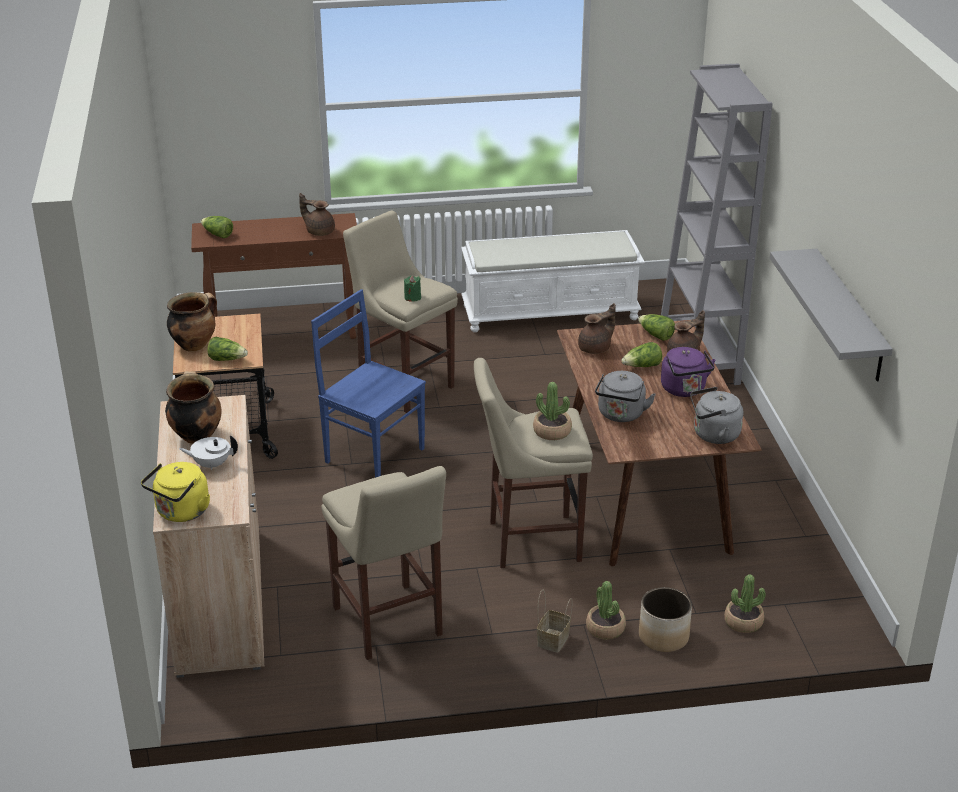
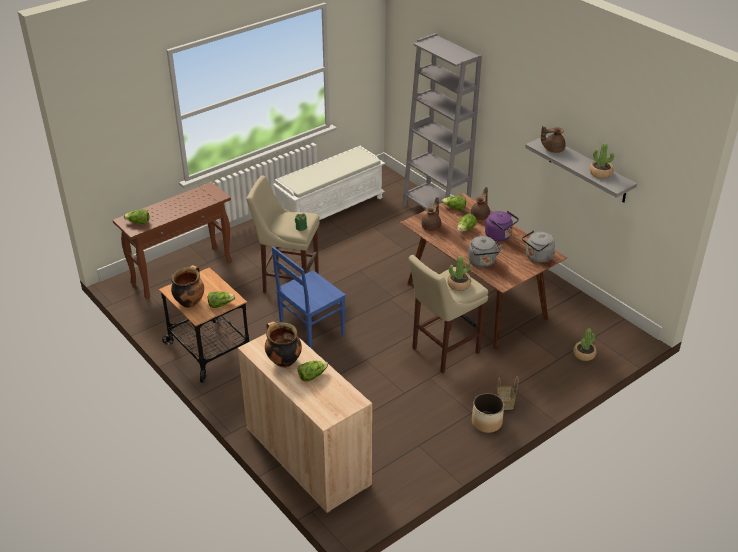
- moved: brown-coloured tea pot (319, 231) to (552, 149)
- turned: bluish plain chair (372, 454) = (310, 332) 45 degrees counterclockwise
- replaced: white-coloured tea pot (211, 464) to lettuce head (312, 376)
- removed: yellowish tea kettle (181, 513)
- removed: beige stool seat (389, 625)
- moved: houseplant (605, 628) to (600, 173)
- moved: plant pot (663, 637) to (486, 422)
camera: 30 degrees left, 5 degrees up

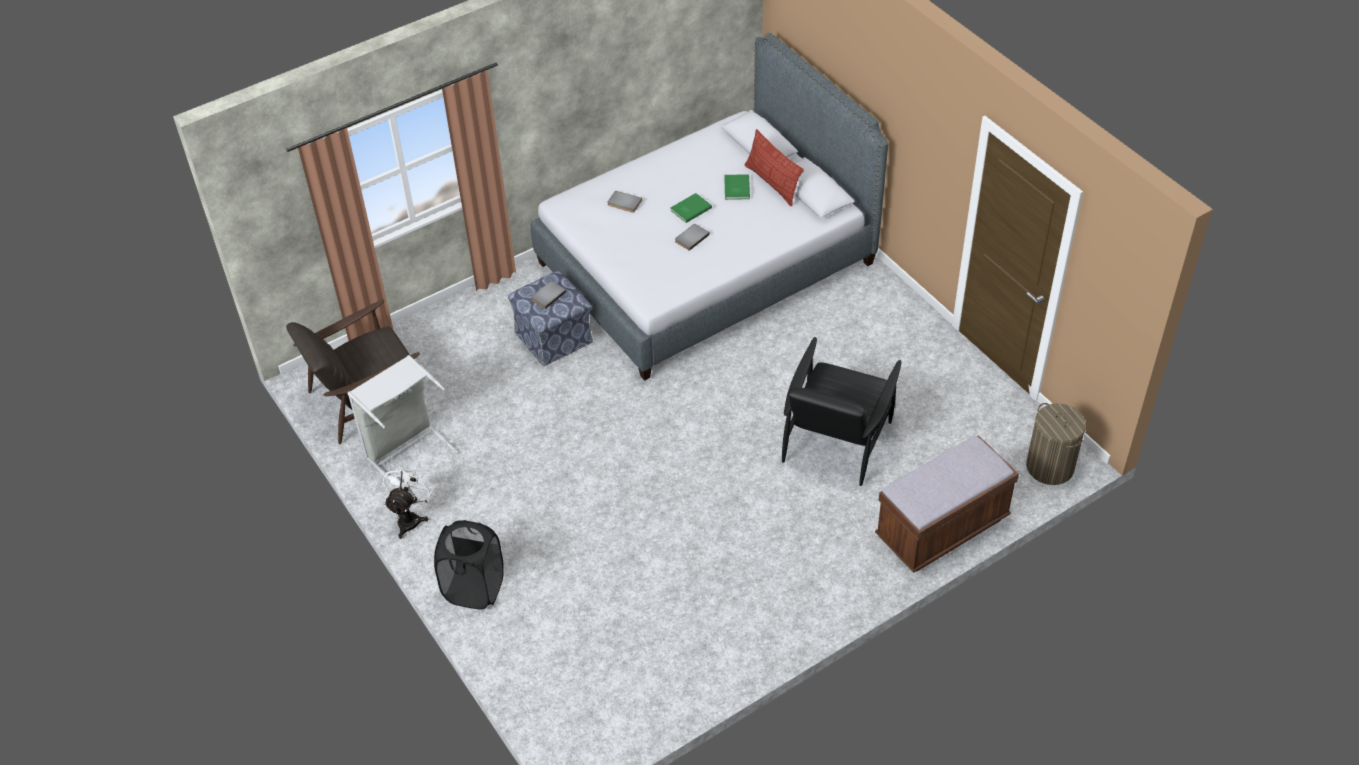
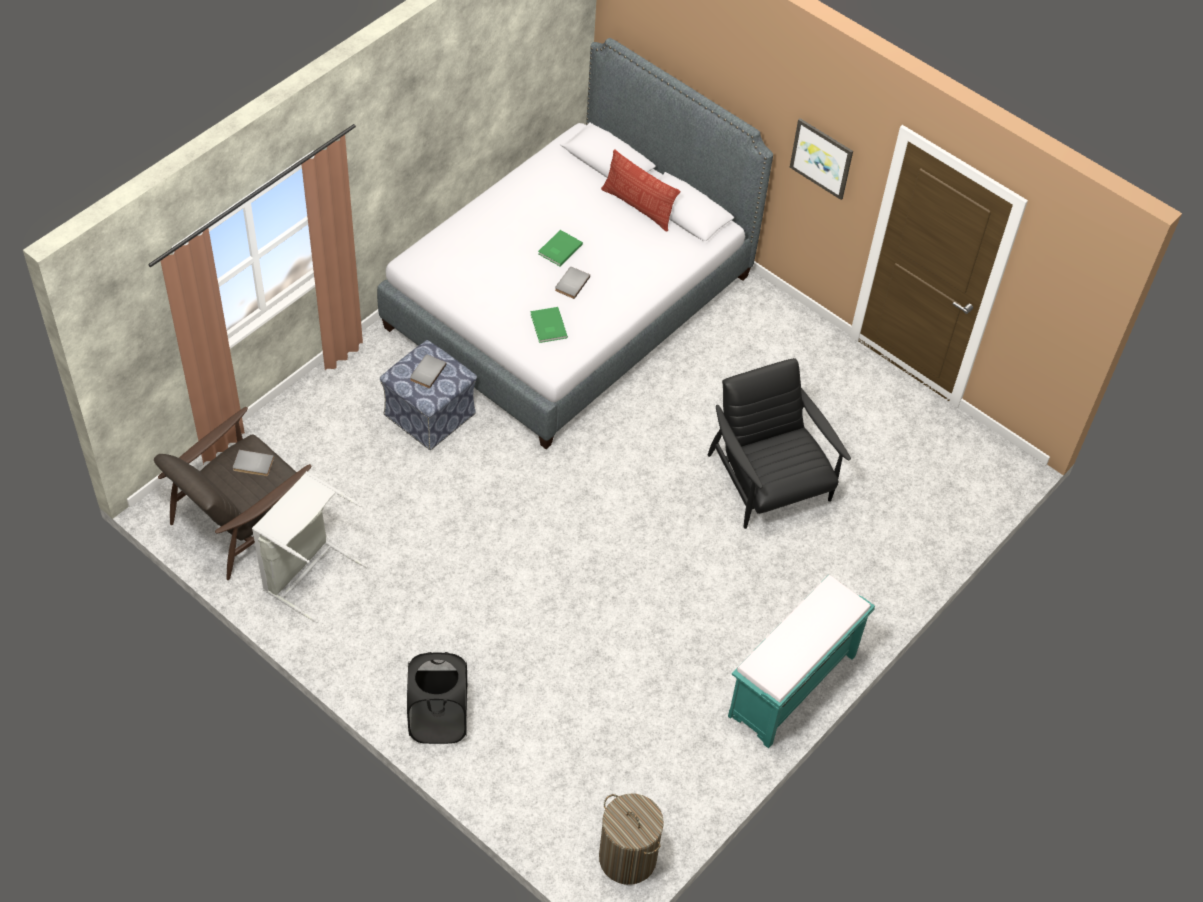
- moved: greenish volume (736, 188) to (547, 326)
- moved: grey volume (624, 203) to (253, 465)
- turned: black-coloured armchair (836, 438) = (769, 482) 150 degrees clockwise
- moved: washing basket (1049, 467) to (627, 857)
- removed: brown-coloured bench (942, 528)
- removed: white-coloured electric fan (411, 518)
- added: picture (822, 158)
- added: turquoise bench (792, 687)
camera: 20 degrees left, 5 degrees up

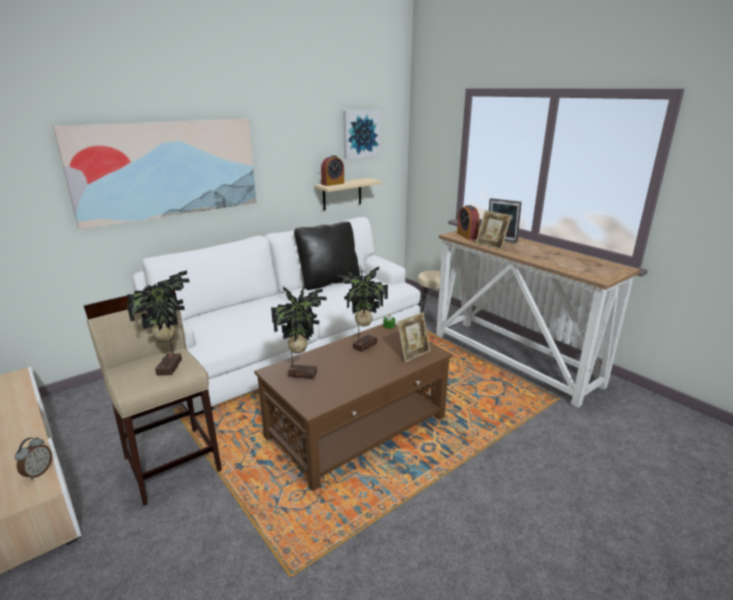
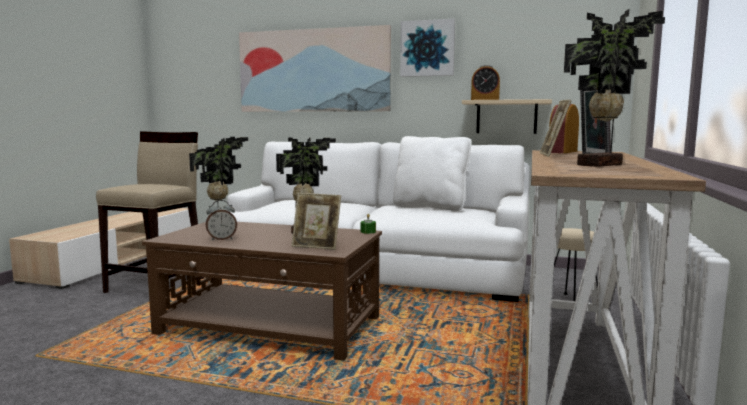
- moved: picture (361, 133) to (427, 48)
- recoloured: black-coloured pillow (329, 282) to white-coloured pillow (430, 207)
- moved: houseplant (172, 367) to (603, 165)
- moved: table clock (38, 472) to (221, 239)
camera: 55 degrees right, 15 degrees down

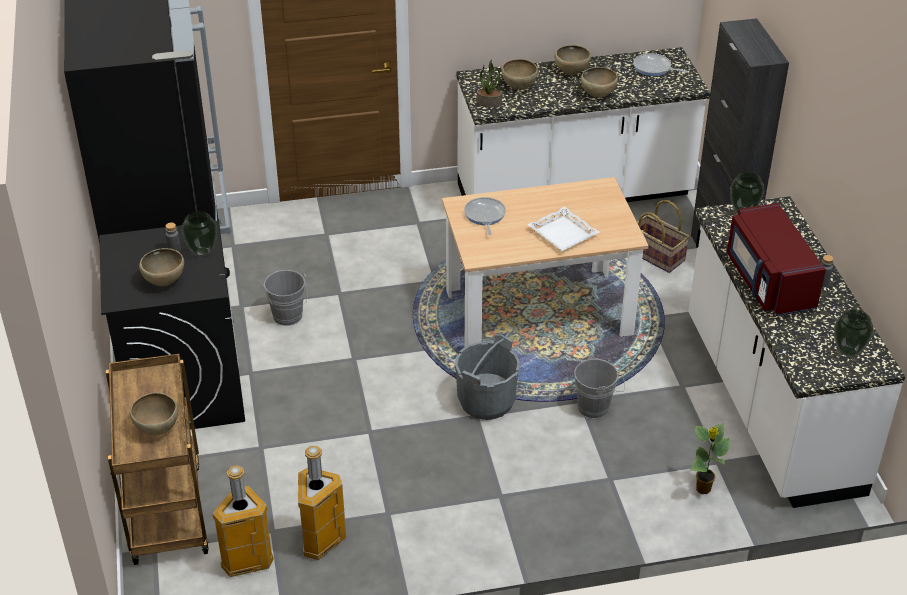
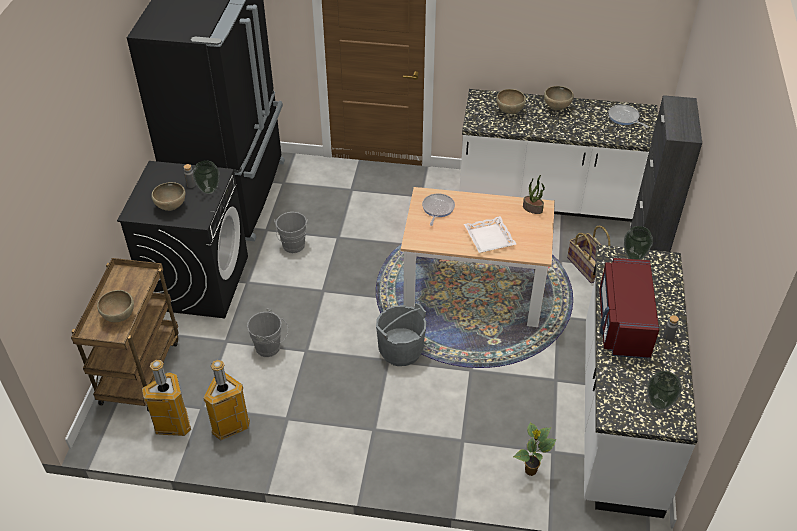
- moved: houseplant (489, 102) to (533, 208)
- removed: brown-coloured serving bowl (598, 95)
- moved: grey water bucket (597, 407) to (270, 348)
camera: 20 degrees right, 5 degrees up

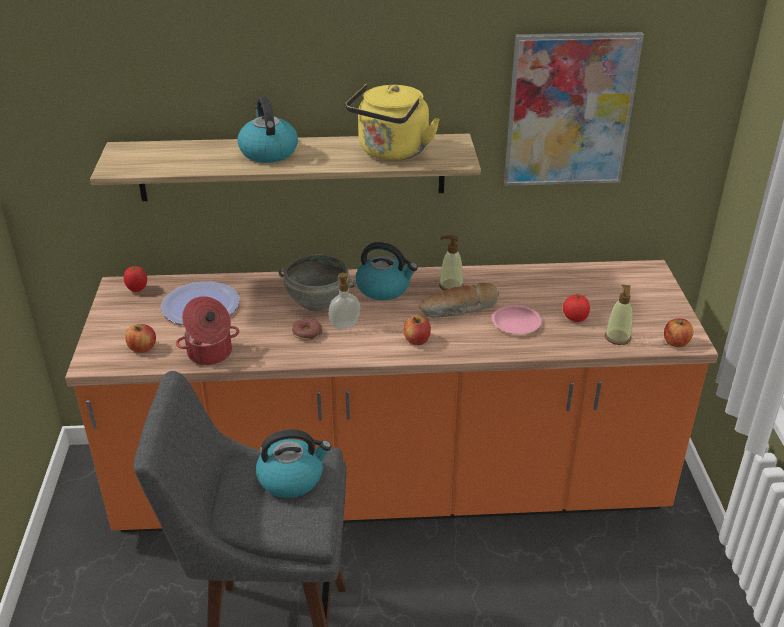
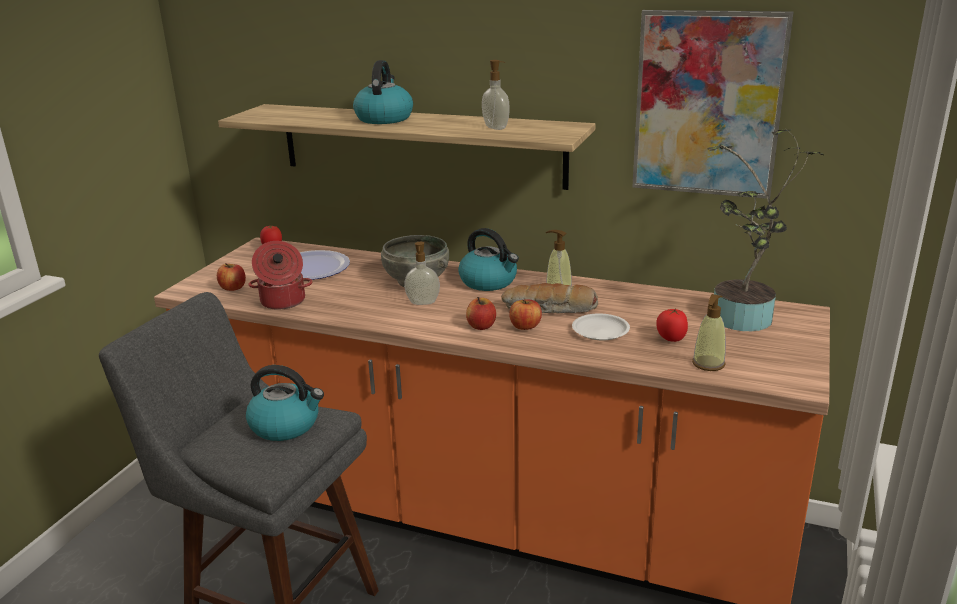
- replaced: yellowish tea kettle (391, 153) to soap dispenser (496, 127)
- recoloured: pinkish plate (516, 323) to white-coloured plate (600, 330)
- removed: donut (307, 333)
- moved: whole apple (675, 342) to (525, 326)
- added: houseplant (742, 321)
camera: 25 degrees right, 10 degrees down

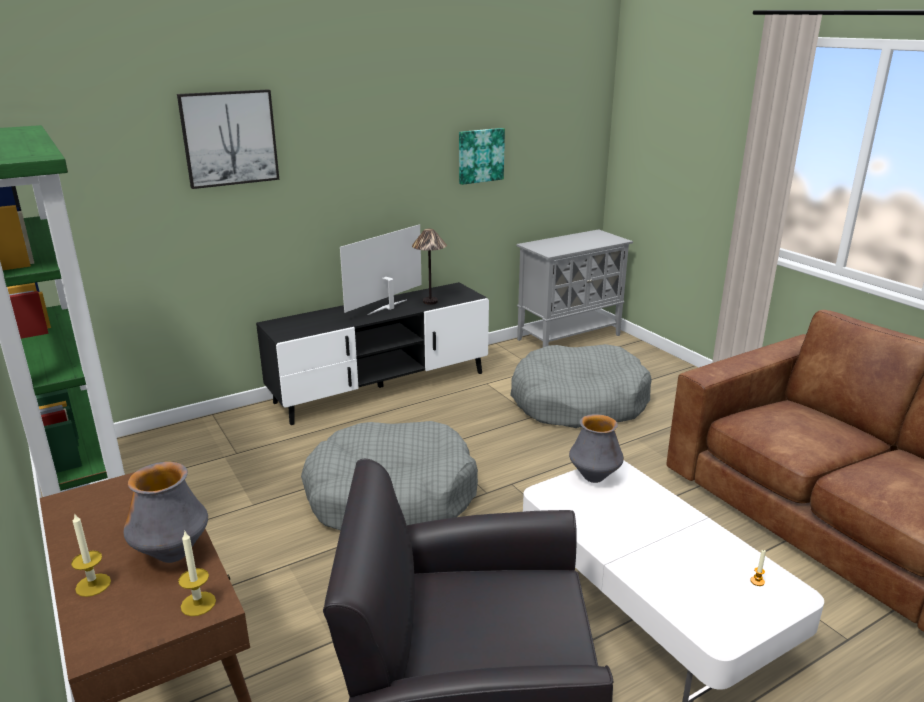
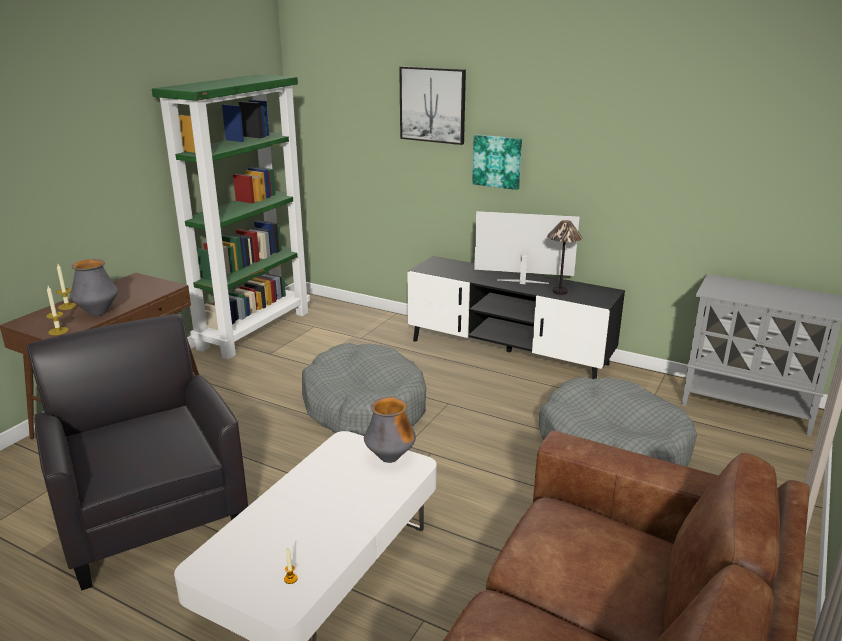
- moved: picture (480, 155) to (497, 161)
camera: 60 degrees right, 0 degrees up

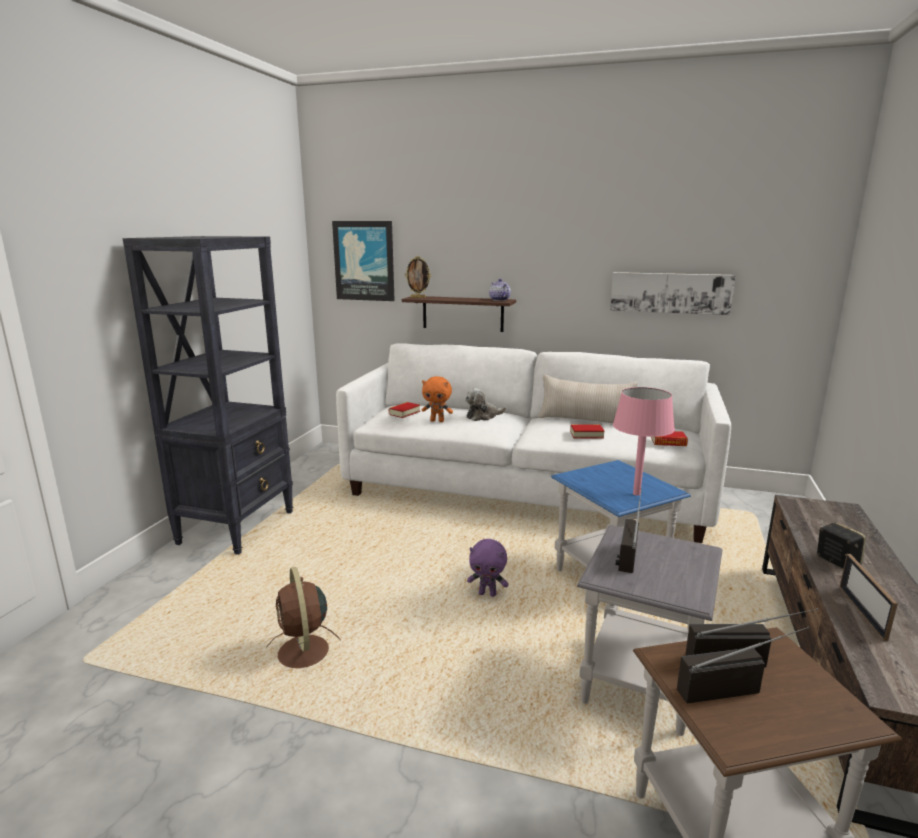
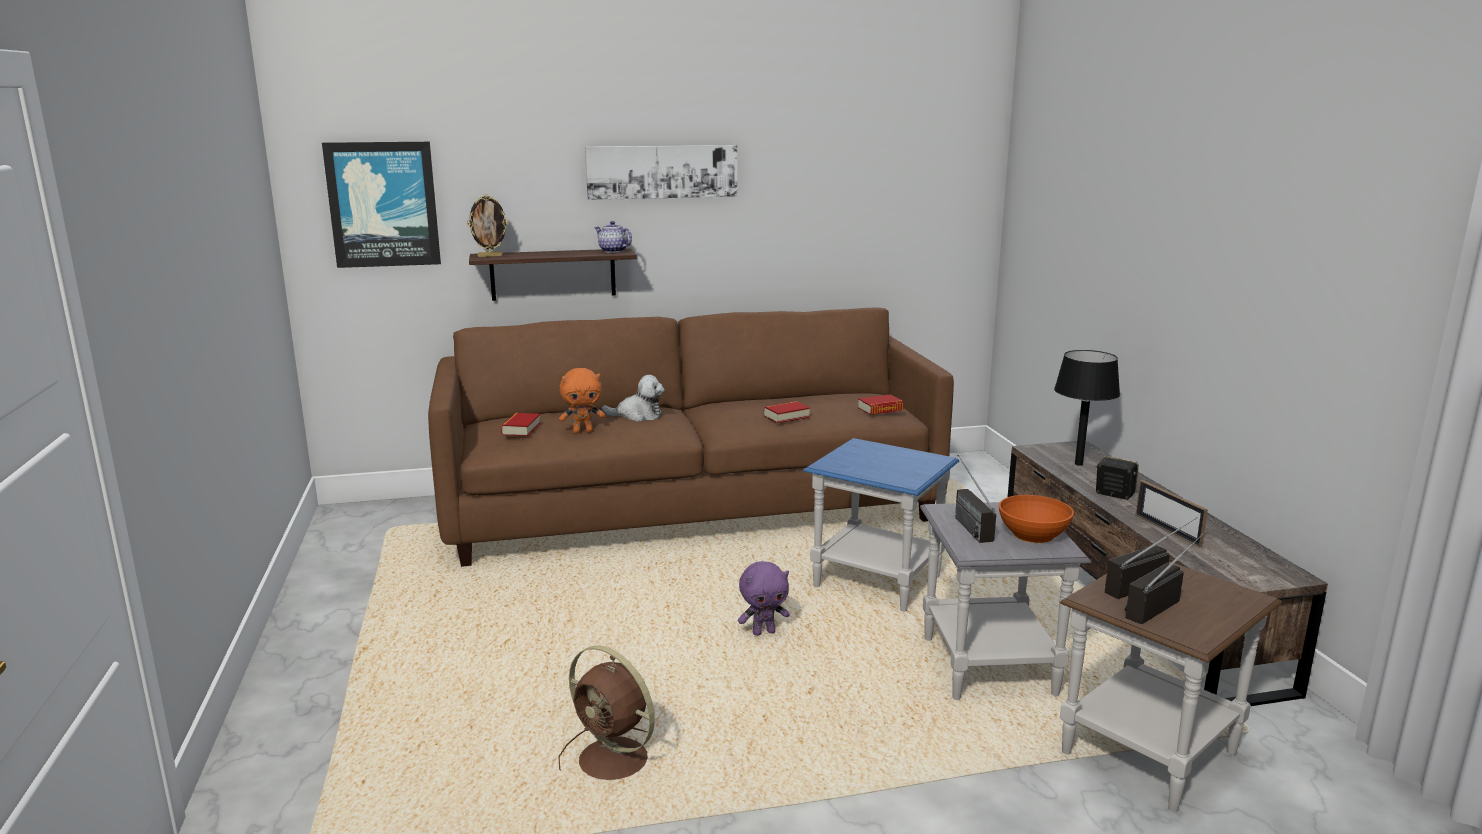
- removed: black-coloured shelving unit (238, 527)
- moved: picture (670, 293) to (662, 171)
- recoloured: white-coloured sofa (525, 491) to brown-coloured sofa (691, 509)
- removed: beige pillow (585, 420)
- removed: pinkish lamp for a table (636, 494)
- turned: cuddly toy (483, 416) = (638, 415) 120 degrees counterclockwise
- added: black-coloured lamp for a table (1078, 464)
- added: orange serving bowl (1033, 535)
camera: 30 degrees left, 0 degrees up

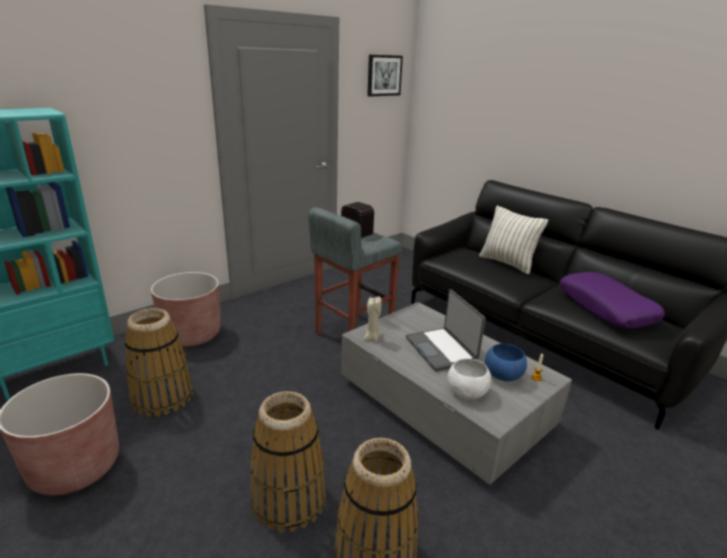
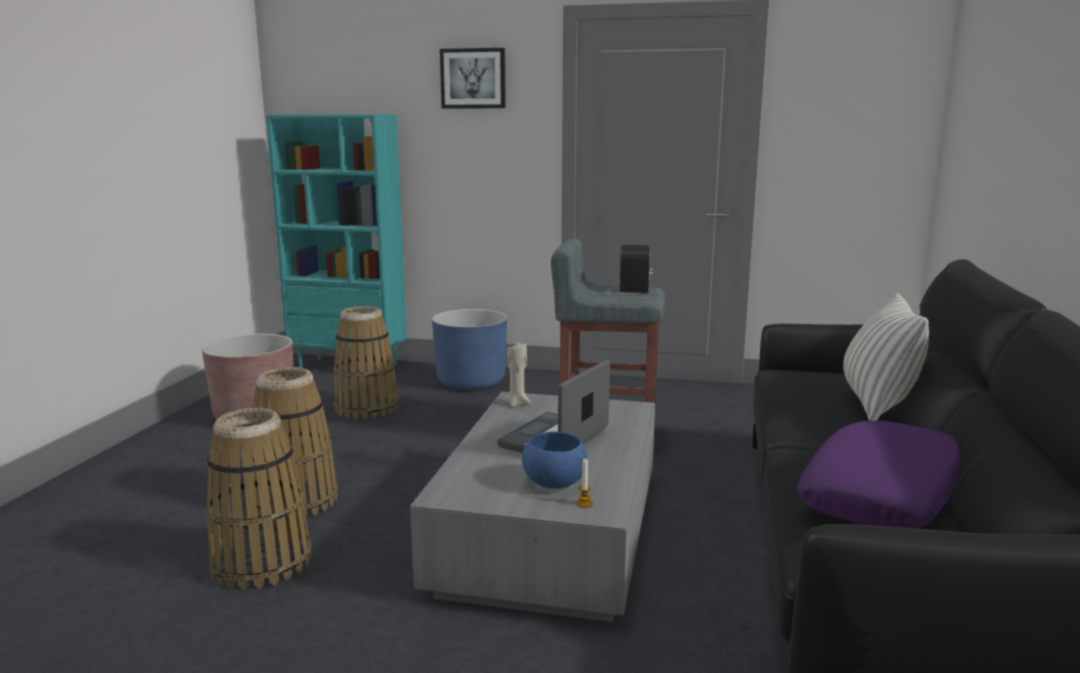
- moved: picture (384, 75) to (473, 78)
- recoloured: brown-coloured plant pot (192, 334) to bluish plant pot (471, 382)
- removed: white-coloured serving bowl (467, 392)
camera: 55 degrees right, 10 degrees down

